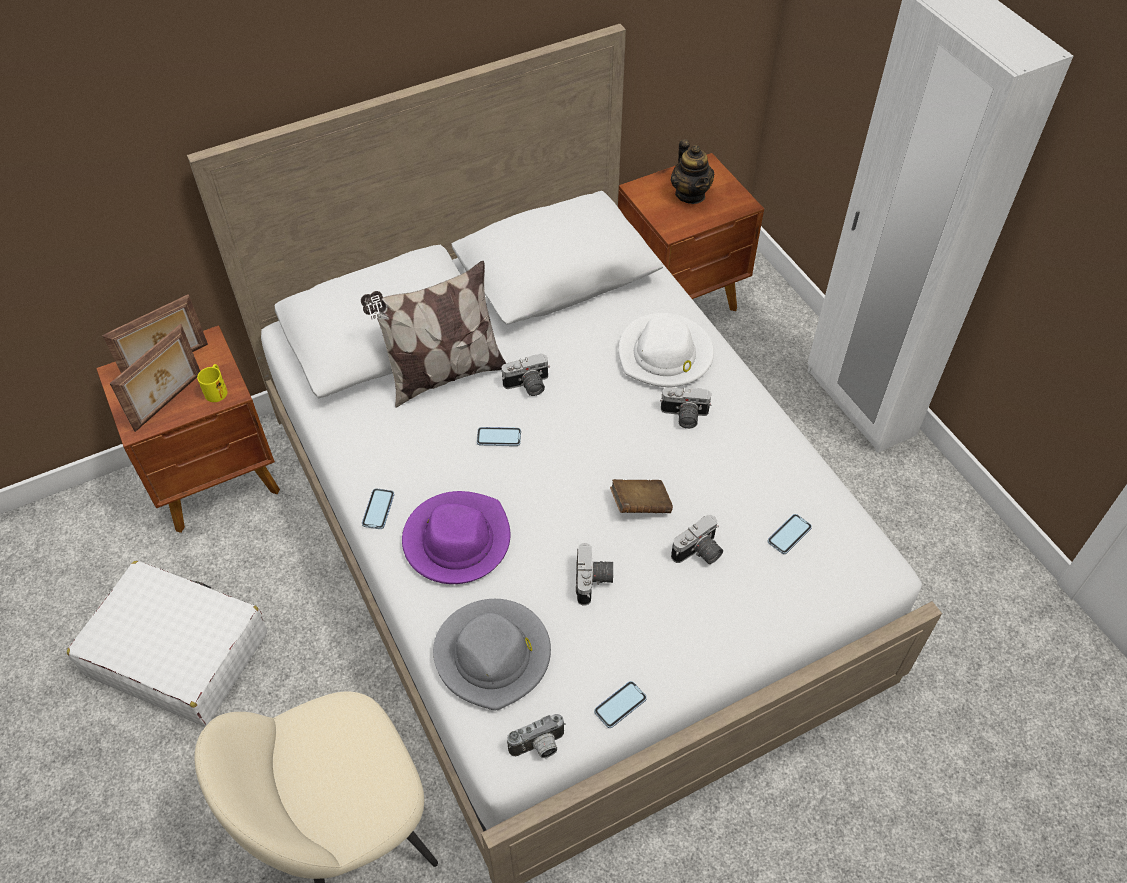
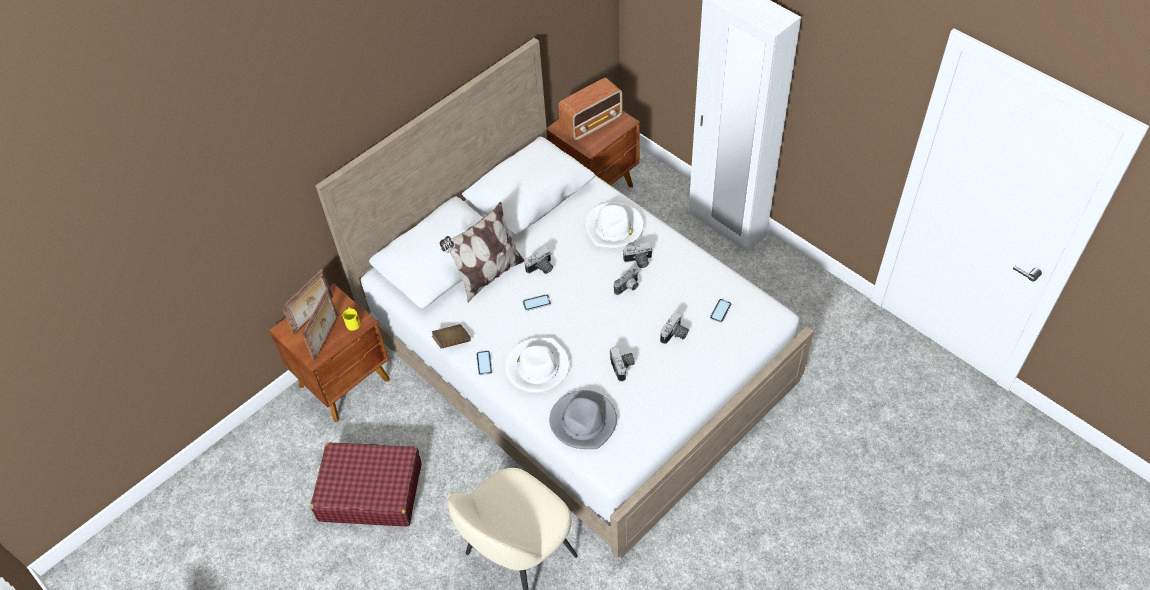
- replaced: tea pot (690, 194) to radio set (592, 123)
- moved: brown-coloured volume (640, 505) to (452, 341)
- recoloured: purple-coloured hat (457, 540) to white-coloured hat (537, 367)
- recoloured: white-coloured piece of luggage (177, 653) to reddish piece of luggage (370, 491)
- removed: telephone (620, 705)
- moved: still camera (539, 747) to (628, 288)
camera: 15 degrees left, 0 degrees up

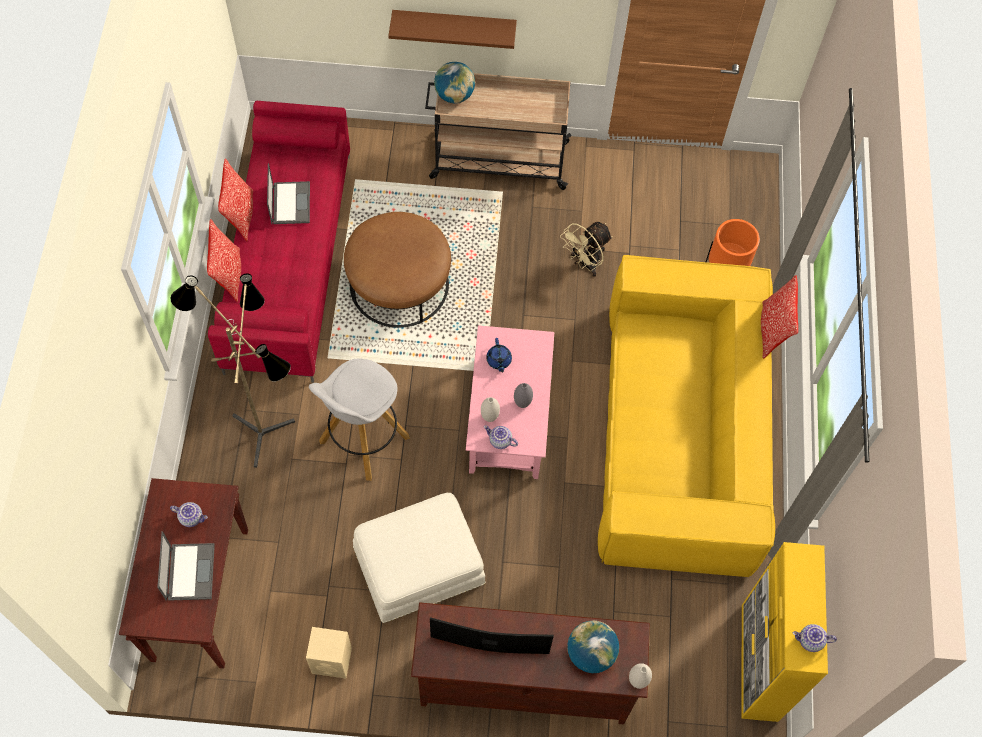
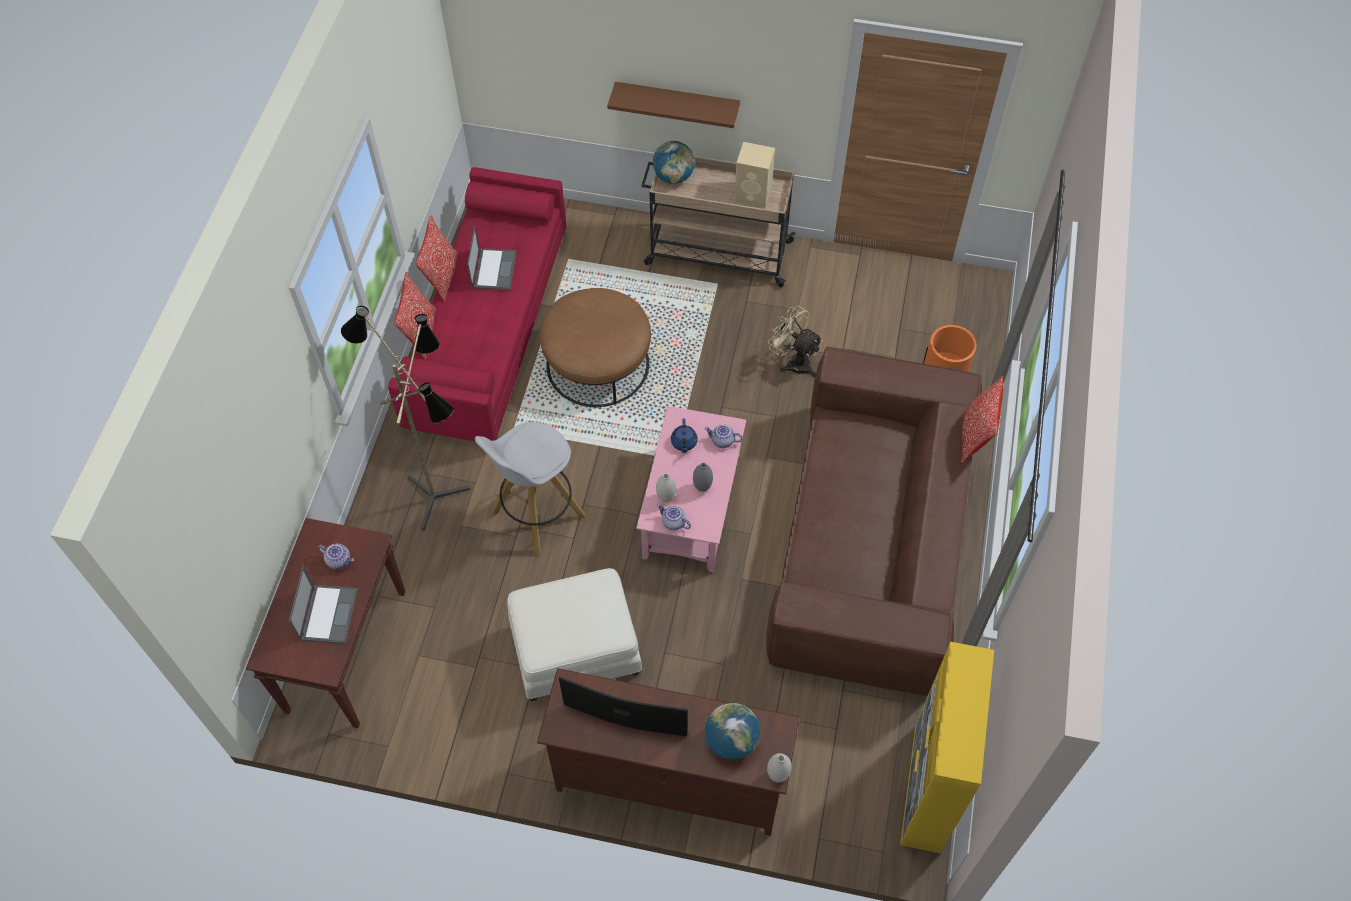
- turned: beige electric fan (585, 263) = (793, 362) 75 degrees clockwise
- recoloured: yellowish sofa (678, 435) to brown-coloured sofa (869, 543)
- moved: tea pot (810, 641) to (722, 441)
- moved: beige speaker (333, 661) to (754, 195)
camera: 10 degrees right, 5 degrees down

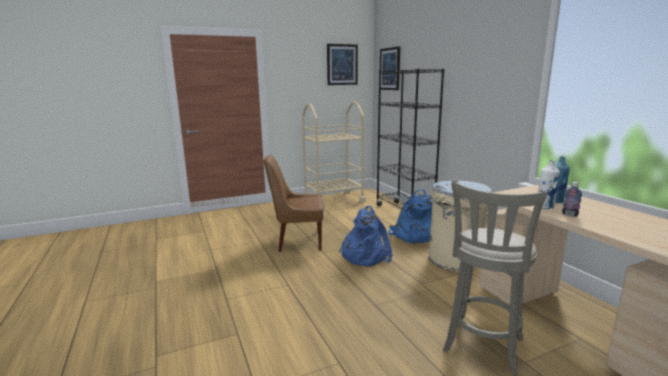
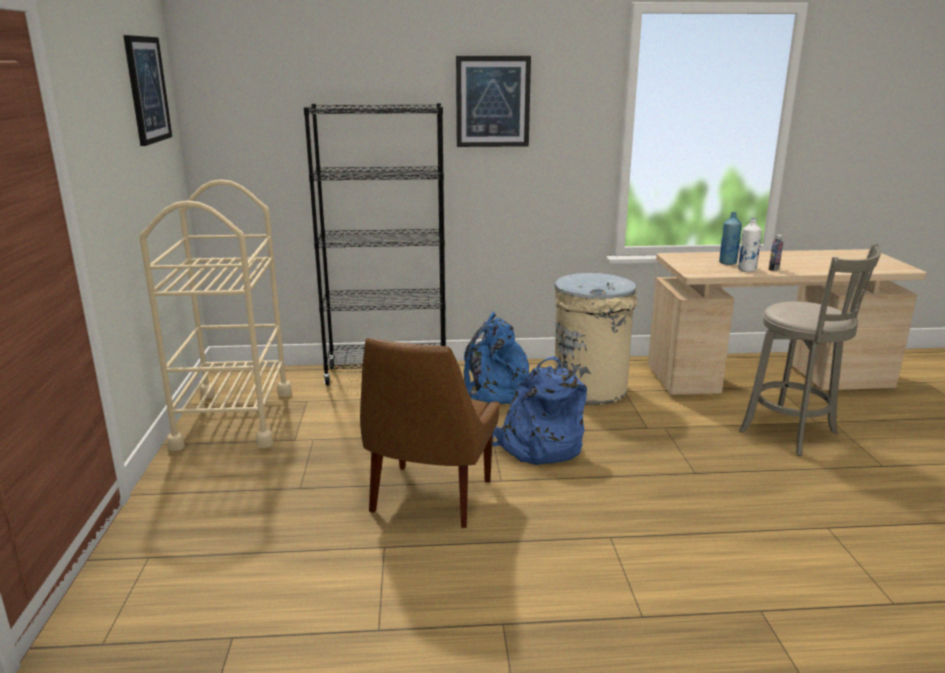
- moved: picture (390, 69) to (492, 101)
camera: 70 degrees left, 5 degrees up

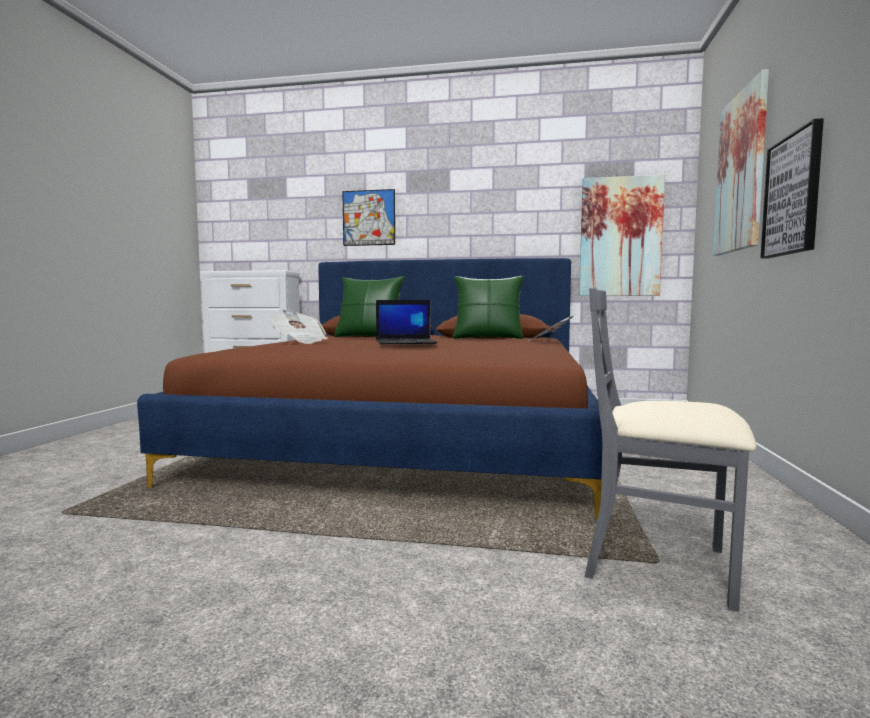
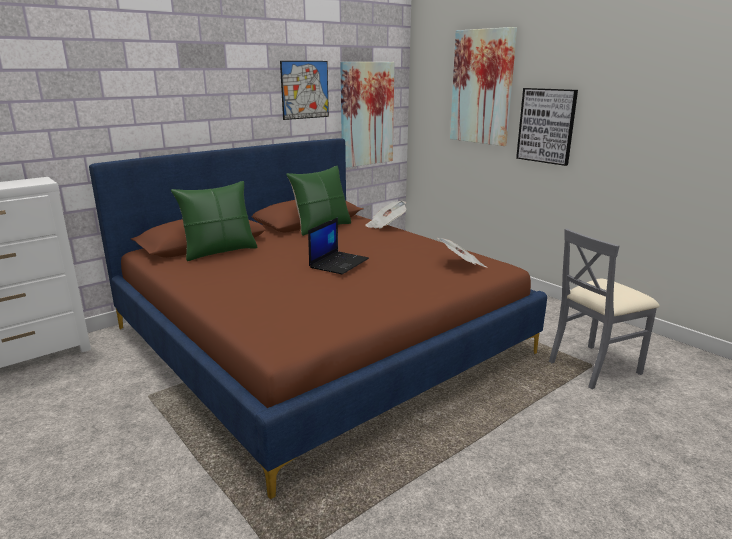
- moved: picture (369, 218) to (305, 90)
- moved: newspaper (299, 342) to (461, 265)
camera: 50 degrees left, 15 degrees up

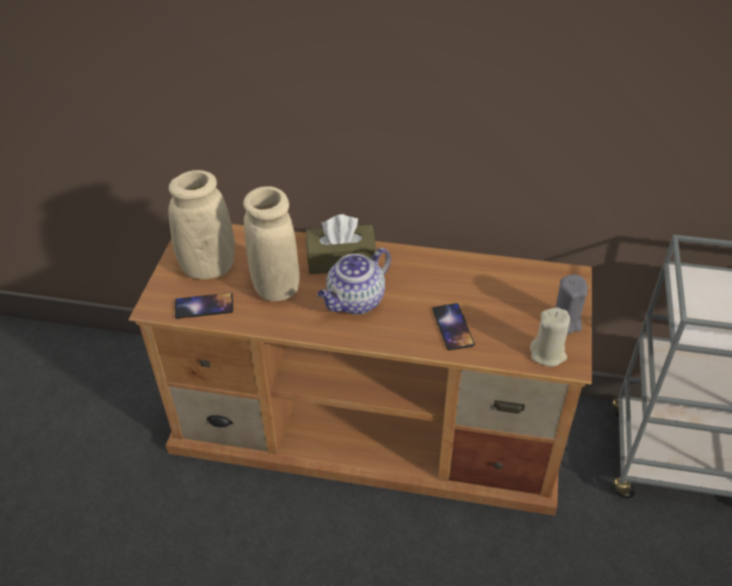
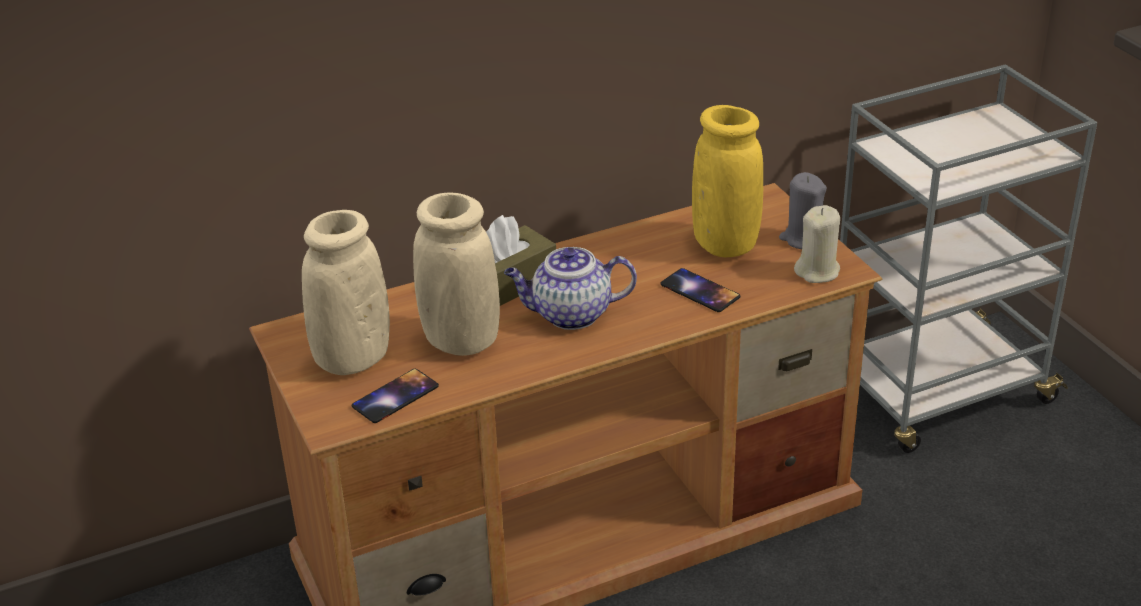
- turned: tea pot (355, 302) = (570, 315) 75 degrees clockwise
- added: yellowish decorative vase (725, 244)
camera: 35 degrees left, 10 degrees down

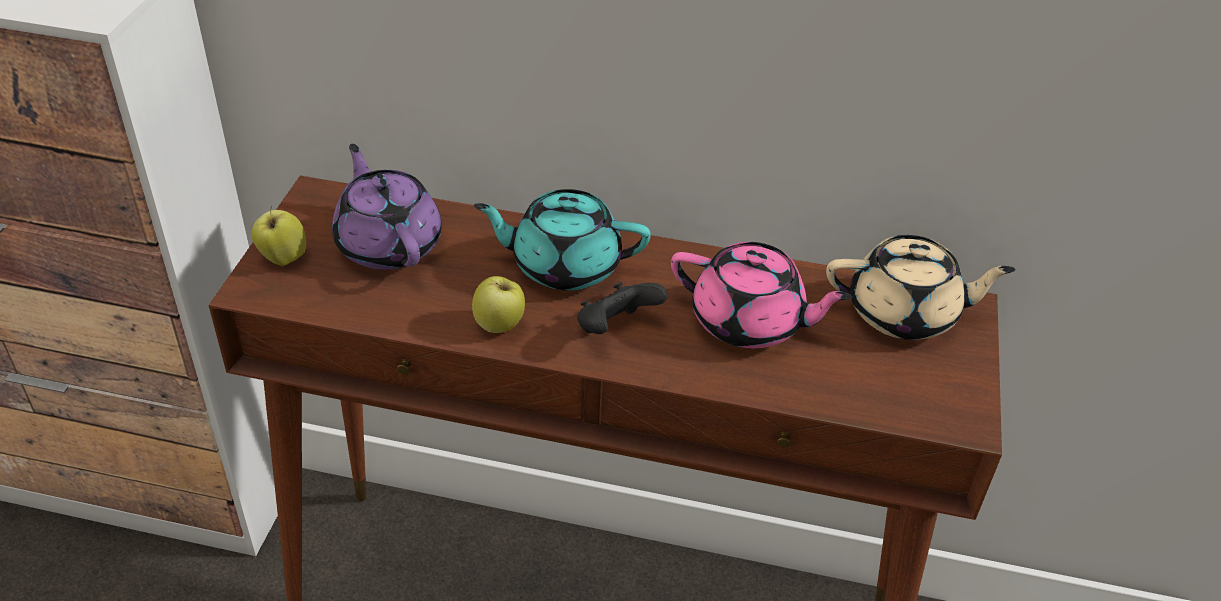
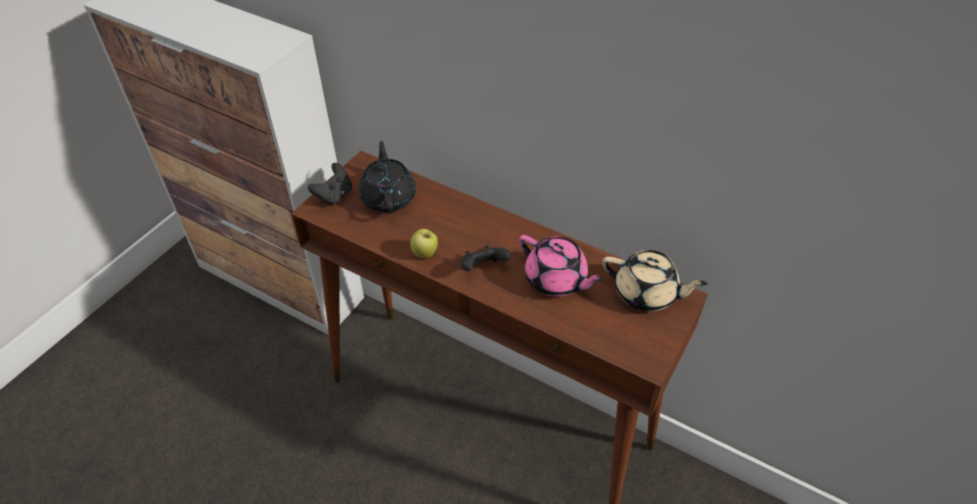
- recoloured: purple-coloured tea pot (388, 243) to black-coloured tea pot (388, 197)
- removed: turquoise tea pot (564, 265)
- replaced: whole apple (283, 258) to black-coloured gamepad (334, 195)
camera: 20 degrees right, 5 degrees up

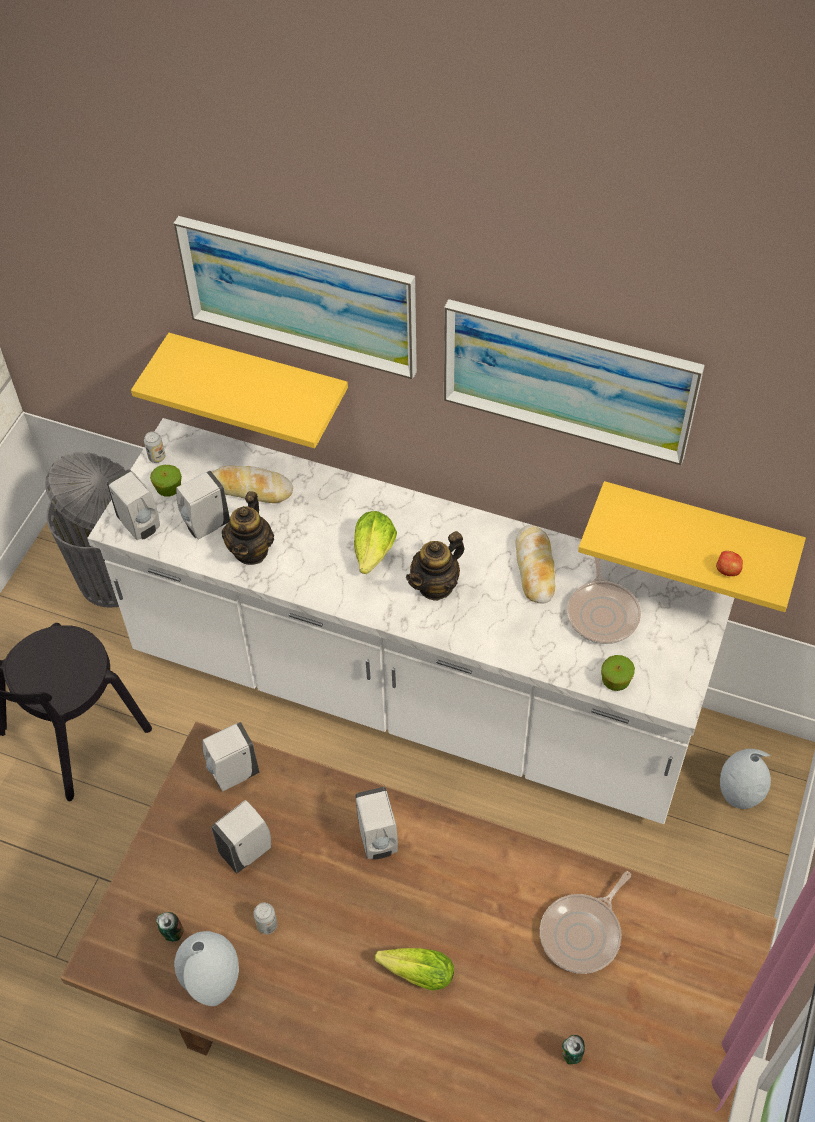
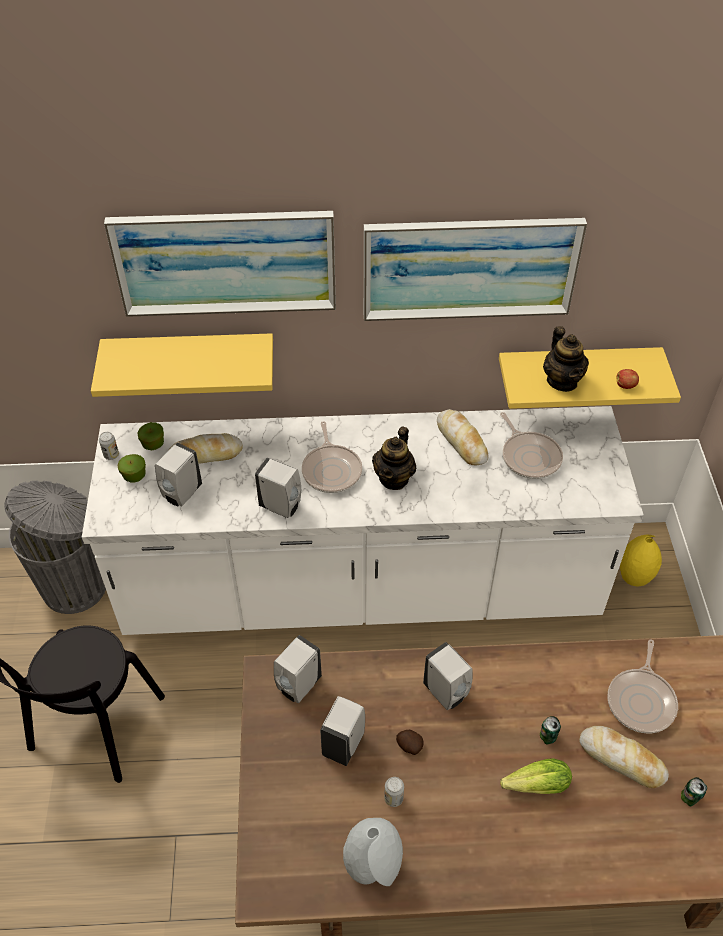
- moved: white-coloured soap dispenser (140, 526) to (282, 507)
- moved: tea pot (251, 550) to (562, 381)
- replaced: lettuce head (374, 552) to frying pan (332, 470)
- moved: whole apple (615, 681) to (153, 444)
- recoloured: grey decorative vase (739, 792) to yellowish decorative vase (634, 575)
- moved: sealed can (172, 933) to (547, 737)
- added: bakery bread (622, 759)
- added: whole potato (409, 746)
camera: 25 degrees left, 5 degrees down

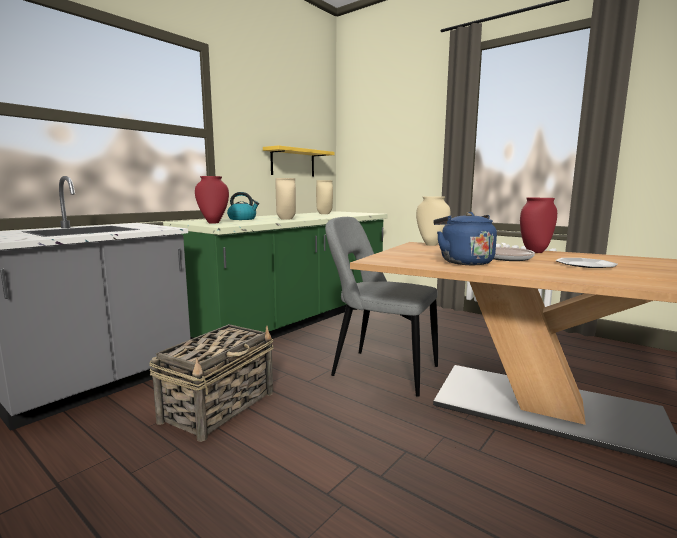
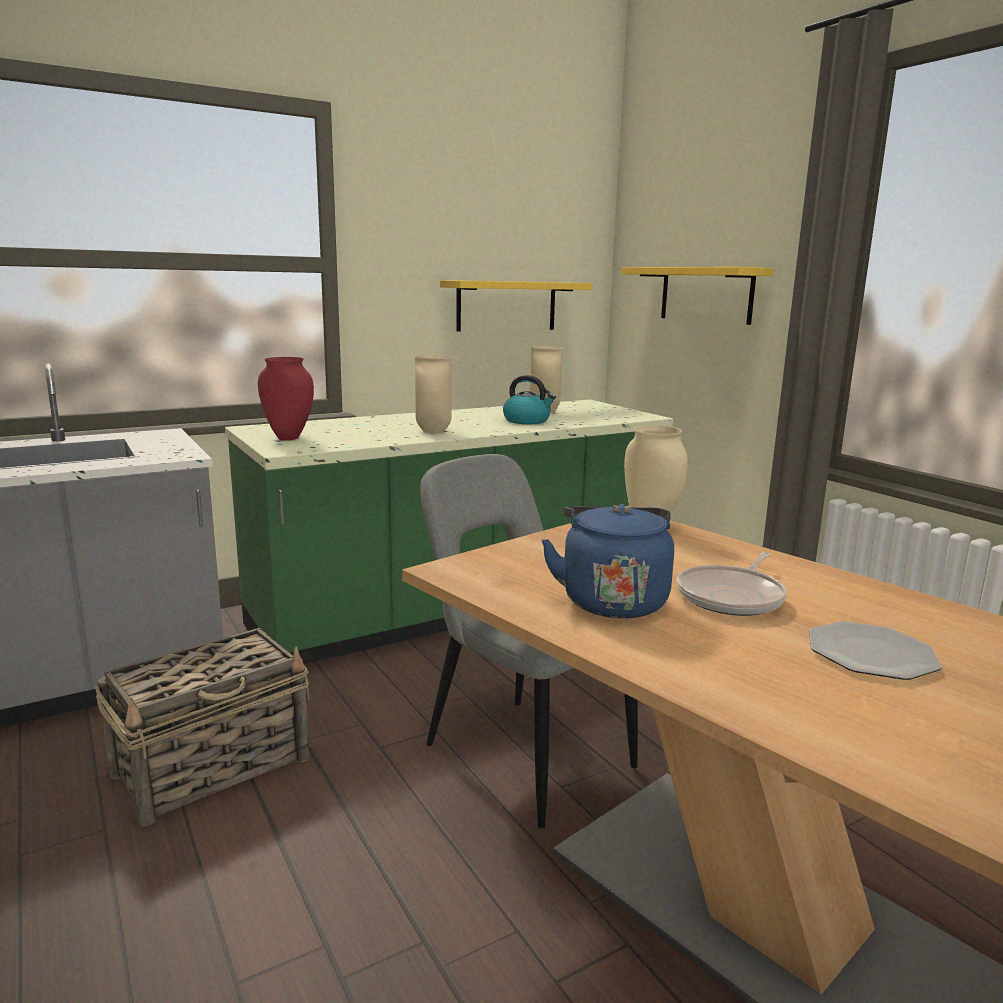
- moved: tea kettle (242, 219) to (527, 421)
- removed: reddish decorative vase (535, 252)
- added: yellowish shelf (706, 294)
camera: 20 degrees right, 5 degrees up

